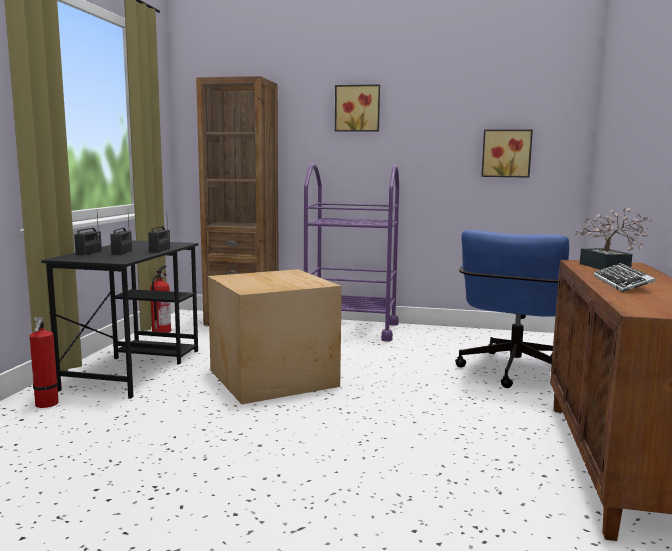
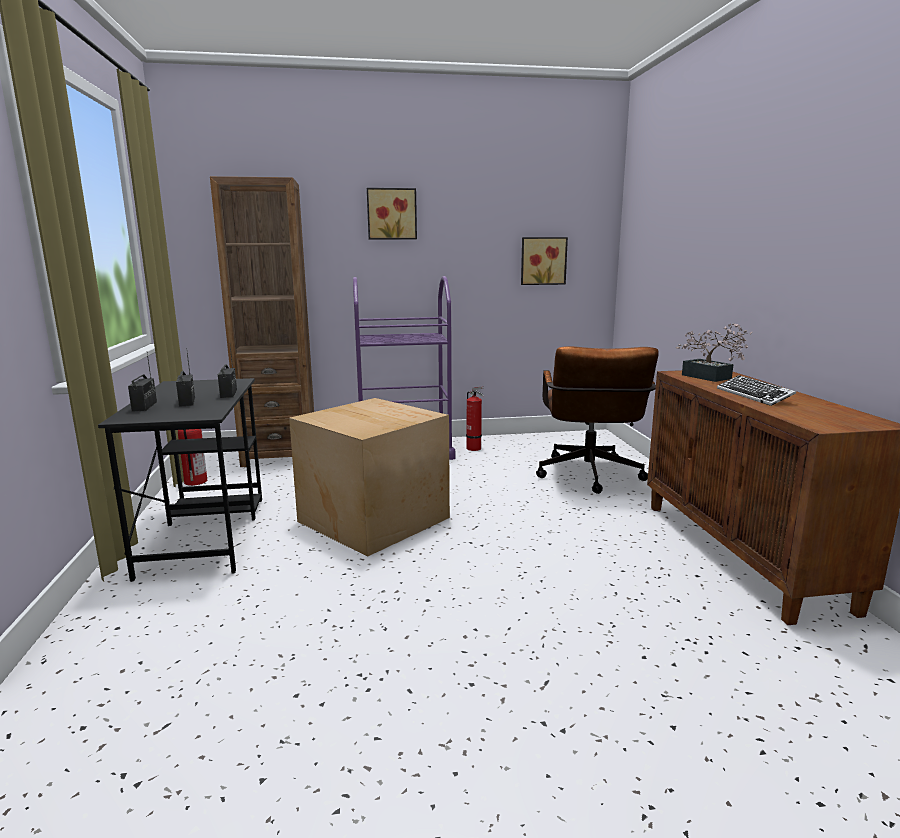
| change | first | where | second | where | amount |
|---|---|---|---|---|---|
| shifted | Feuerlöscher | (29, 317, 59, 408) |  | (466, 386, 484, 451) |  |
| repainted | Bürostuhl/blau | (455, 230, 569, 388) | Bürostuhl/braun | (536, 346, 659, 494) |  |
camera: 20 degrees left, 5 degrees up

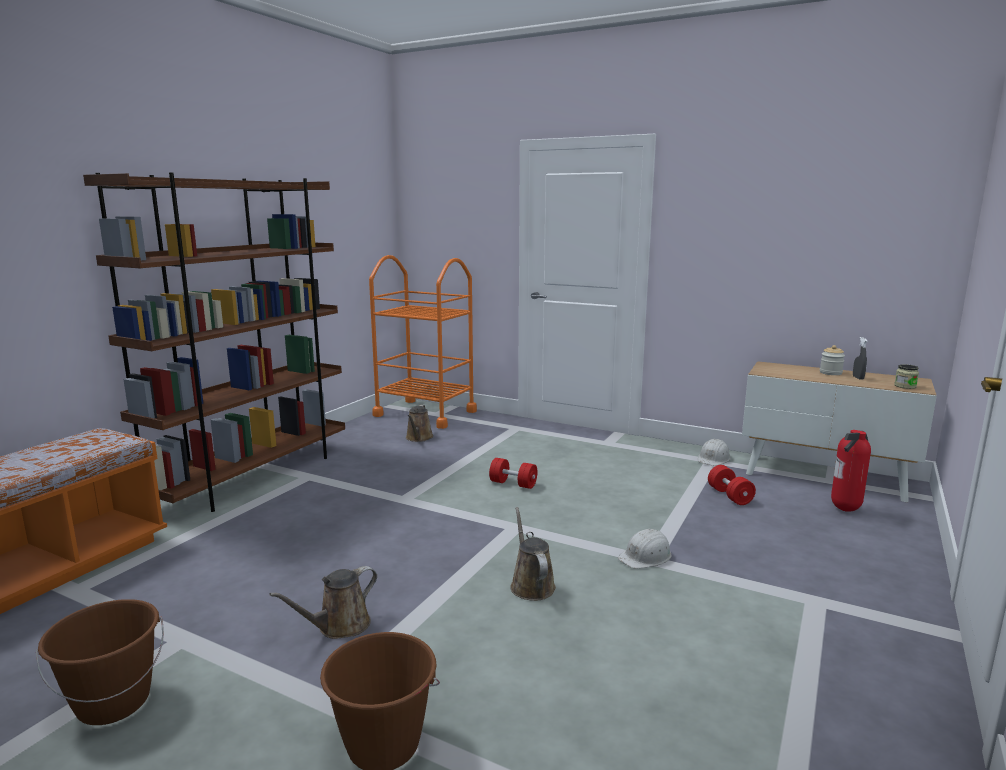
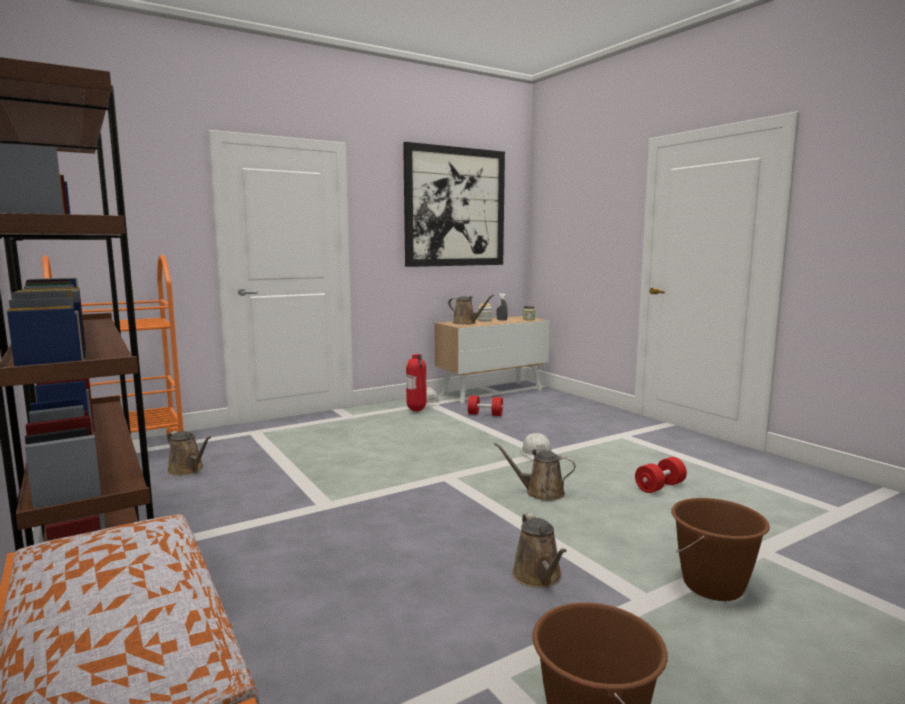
| change | first | where | second | where | amount |
|---|---|---|---|---|---|
| new |  |  | Bild | (403, 142, 505, 267) |  |
| new |  |  | Gießkanne/braun | (448, 295, 494, 325) |  |
| shifted | Hantel/rot | (489, 458, 537, 489) |  | (635, 457, 687, 493) |  |
| shifted | Feuerlöscher | (831, 430, 871, 512) |  | (406, 354, 427, 411) |  |
camera: 60 degrees left, 5 degrees down

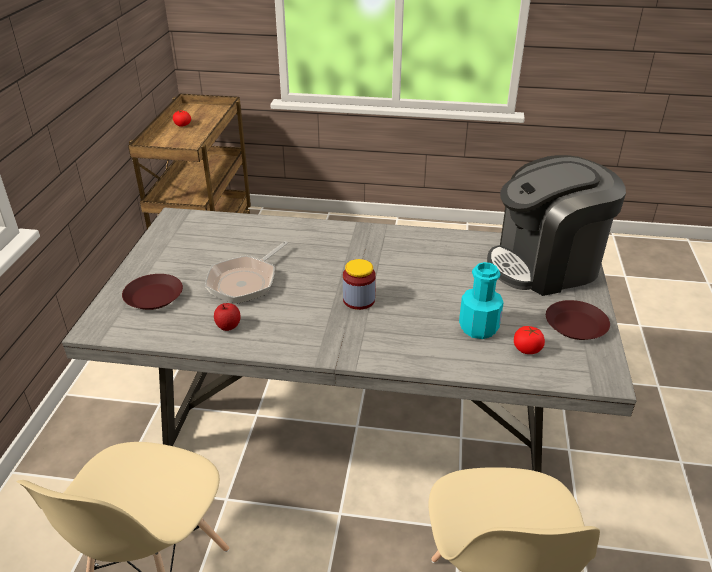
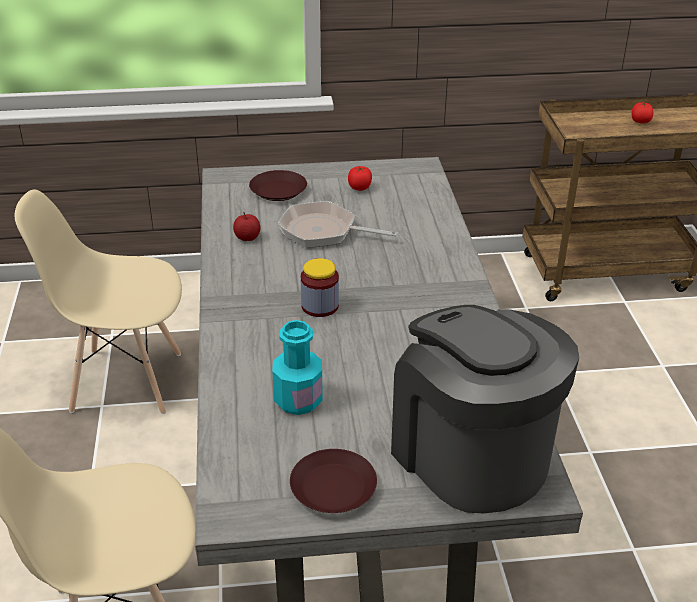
| change | first | where | second | where | amount |
|---|---|---|---|---|---|
| shifted | Tomate | (514, 326, 545, 354) |  | (348, 166, 372, 191) |  |
camera: 75 degrees right, 0 degrees up

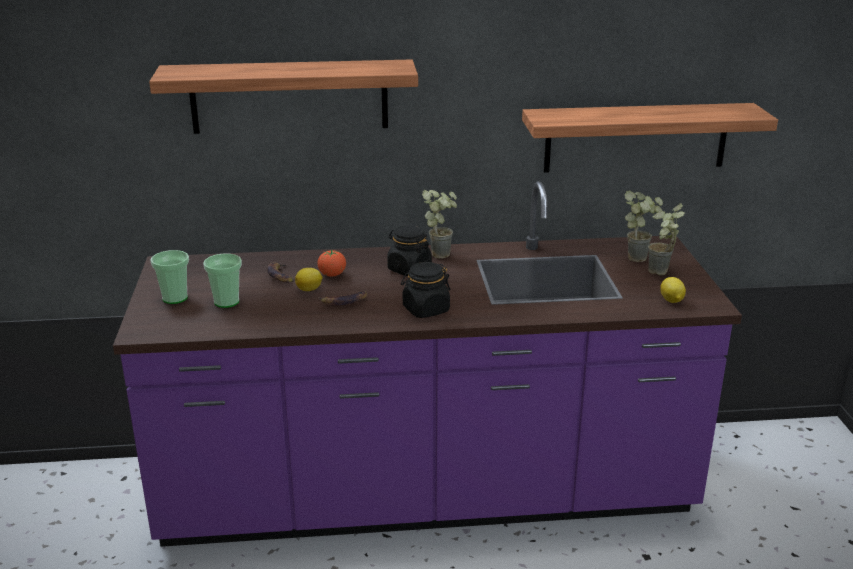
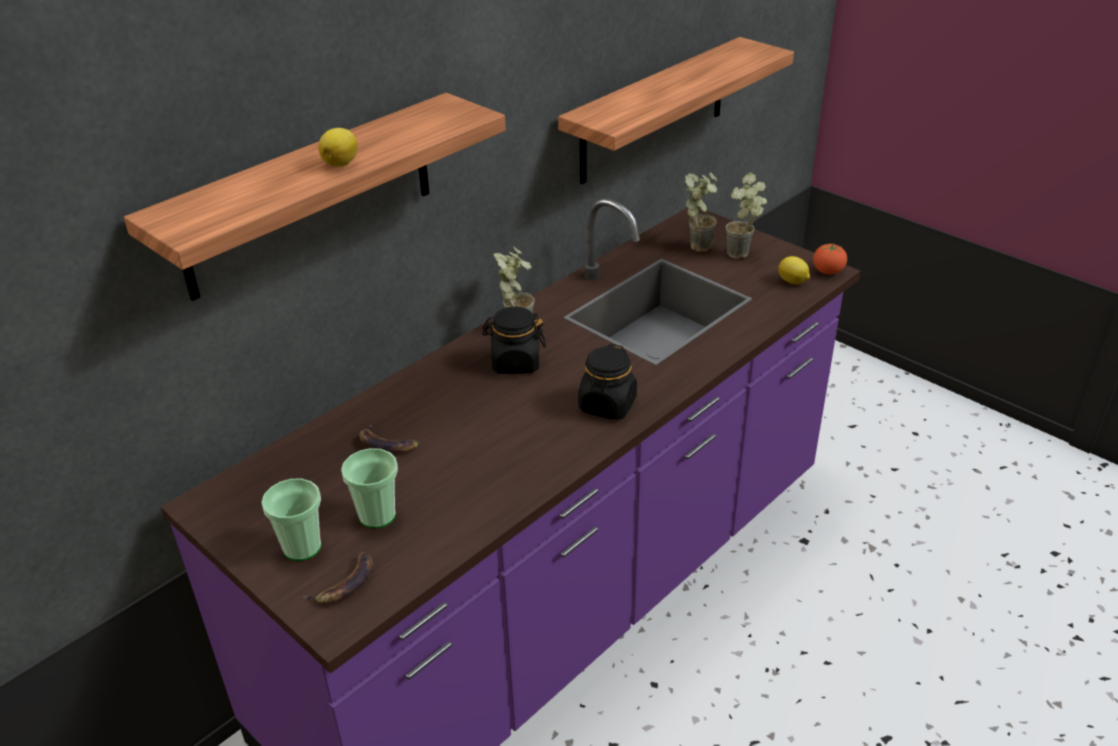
| change | first | where | second | where | amount |
|---|---|---|---|---|---|
| shifted | Zitrone | (295, 268, 323, 291) |  | (318, 128, 358, 167) |  |
| shifted | Tomate | (317, 250, 346, 277) |  | (813, 244, 847, 275) |  |
| shifted | Banane | (318, 291, 367, 305) |  | (302, 551, 372, 604) |  |
camera: 40 degrees left, 10 degrees up

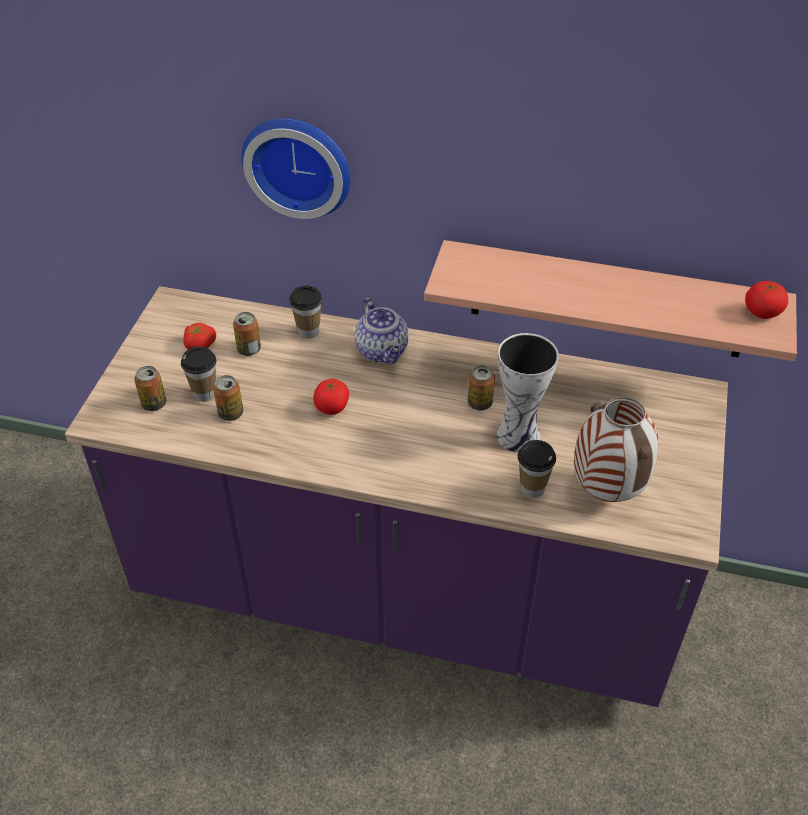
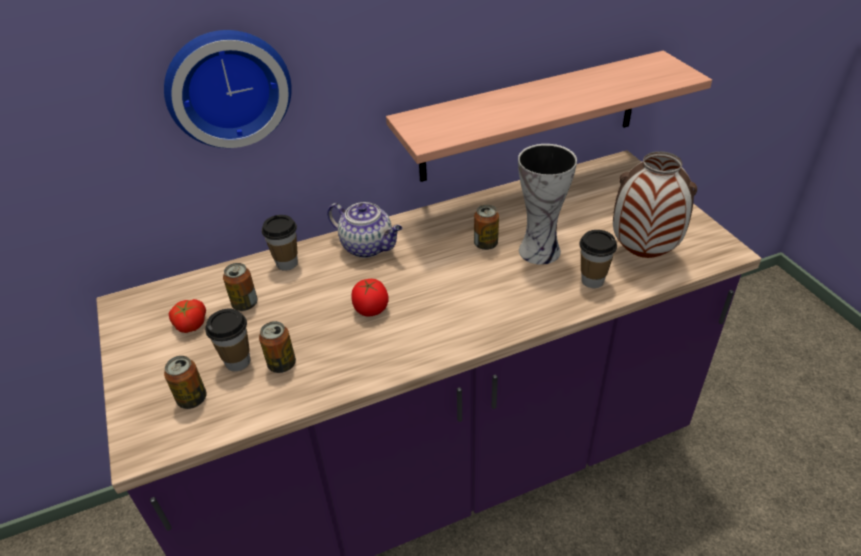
| change | first | where | second | where | amount |
|---|---|---|---|---|---|
| gone | Tomate | (745, 281, 788, 319) |  |  |  |
camera: 35 degrees left, 5 degrees down

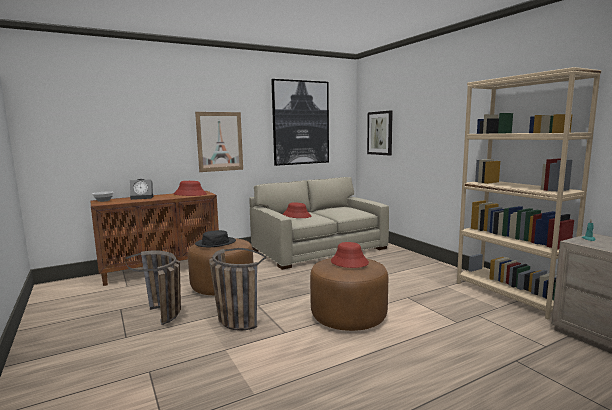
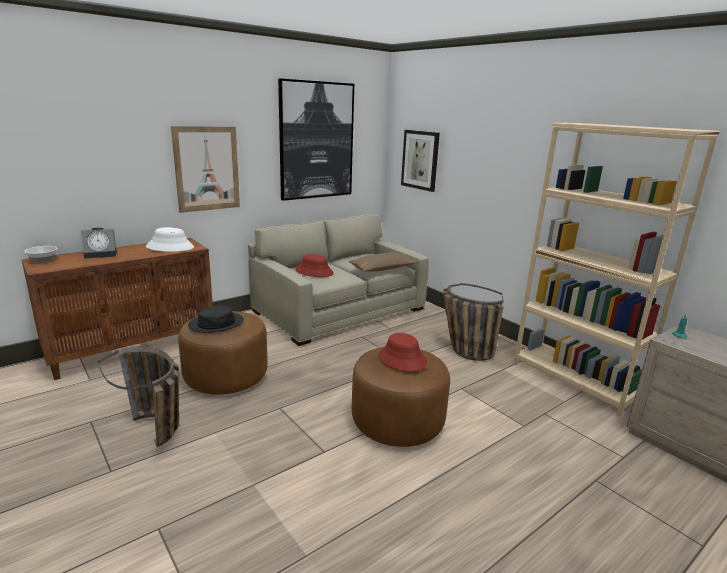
| change | first | where | second | where | amount |
|---|---|---|---|---|---|
| new |  |  | Kissen/braun | (348, 252, 419, 272) |  |
| shifted | Korb | (209, 248, 266, 331) |  | (443, 283, 504, 361) |  |
| repainted | Hut/rot | (174, 181, 207, 196) | Hut/weiß | (146, 227, 194, 252) |  |
camera: 10 degrees left, 10 degrees up

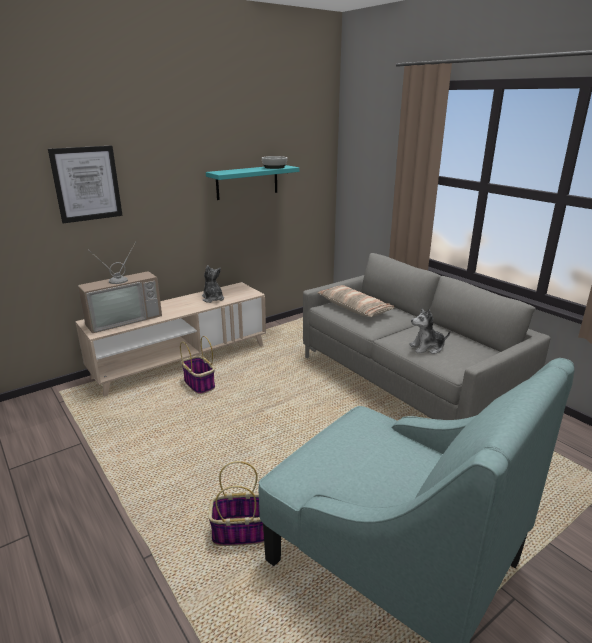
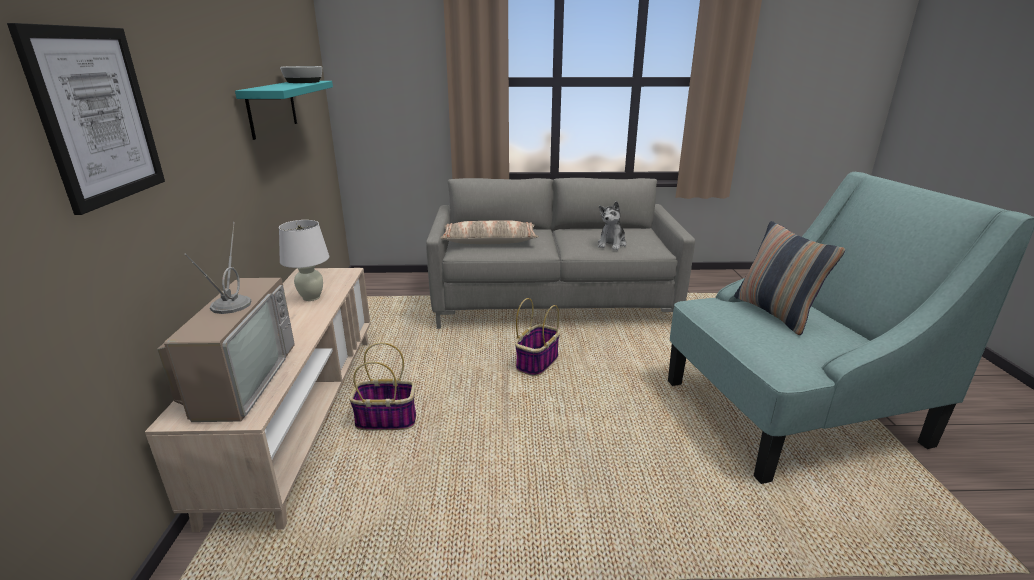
| change | first | where | second | where | amount |
|---|---|---|---|---|---|
| new |  |  | Kissen | (734, 221, 845, 335) |  |
| shifted | Korb | (208, 461, 264, 546) |  | (515, 298, 560, 376) |  |
| swapped | Plüschtier | (202, 265, 224, 303) | Tischlampe/weiß | (279, 220, 329, 301) |  |
camera: 55 degrees left, 0 degrees up

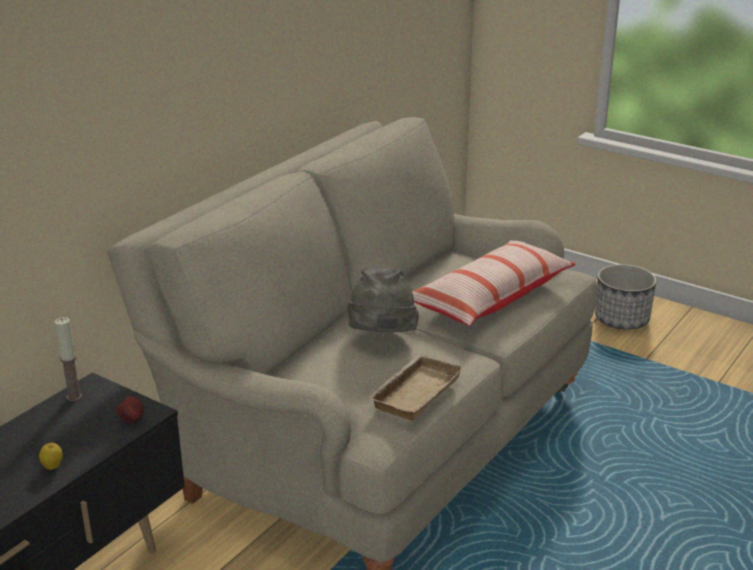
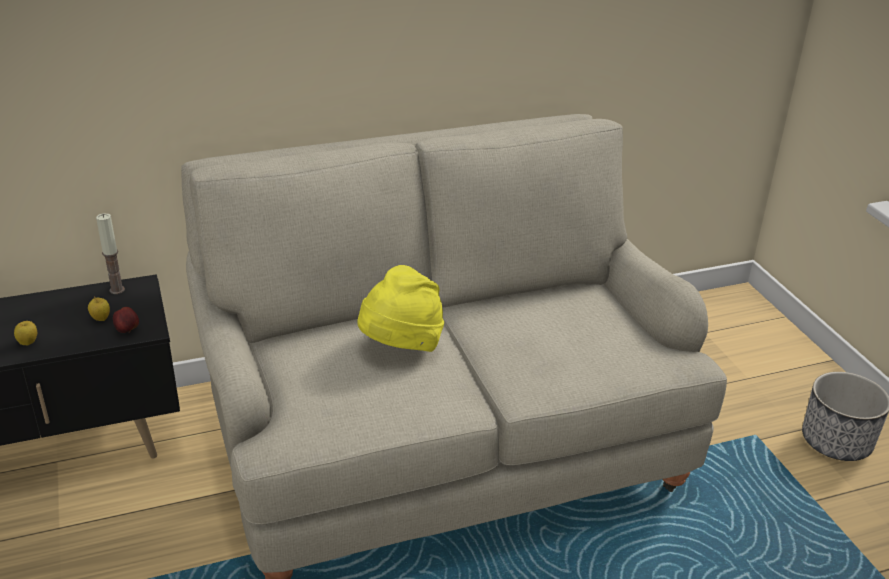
| change | first | where | second | where | amount |
|---|---|---|---|---|---|
| gone | Tablett/beige | (368, 354, 463, 421) |  |  |  |
| gone | Kissen | (412, 240, 576, 326) |  |  |  |
| new |  |  | Apfel | (88, 297, 110, 321) |  |
| repainted | Hut/grau | (348, 266, 419, 332) | Hut/gelb | (357, 265, 444, 352) |  |
camera: 35 degrees right, 5 degrees up

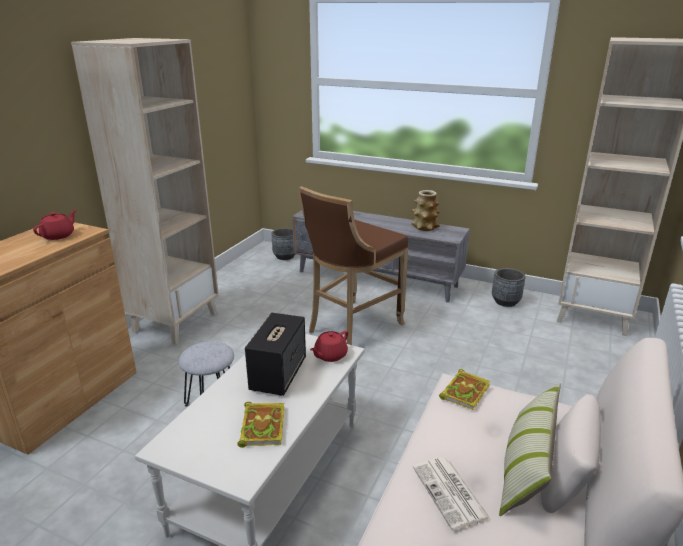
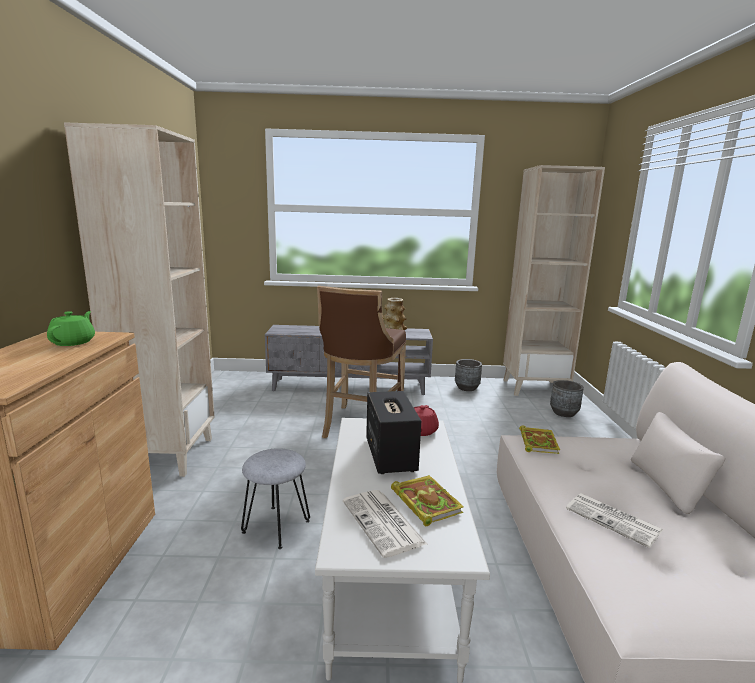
| change | first | where | second | where | amount |
|---|---|---|---|---|---|
| gone | Kissen | (499, 383, 561, 516) |  |  |  |
| new |  |  | Zeitung | (343, 490, 427, 558) |  |
| shifted | Pflanzkübel/grau | (272, 228, 295, 260) |  | (550, 380, 584, 417) |  |
| repainted | Teekanne/rot | (33, 210, 76, 240) | Teekanne/grün | (47, 311, 95, 346) |  |
camera: 25 degrees left, 10 degrees down

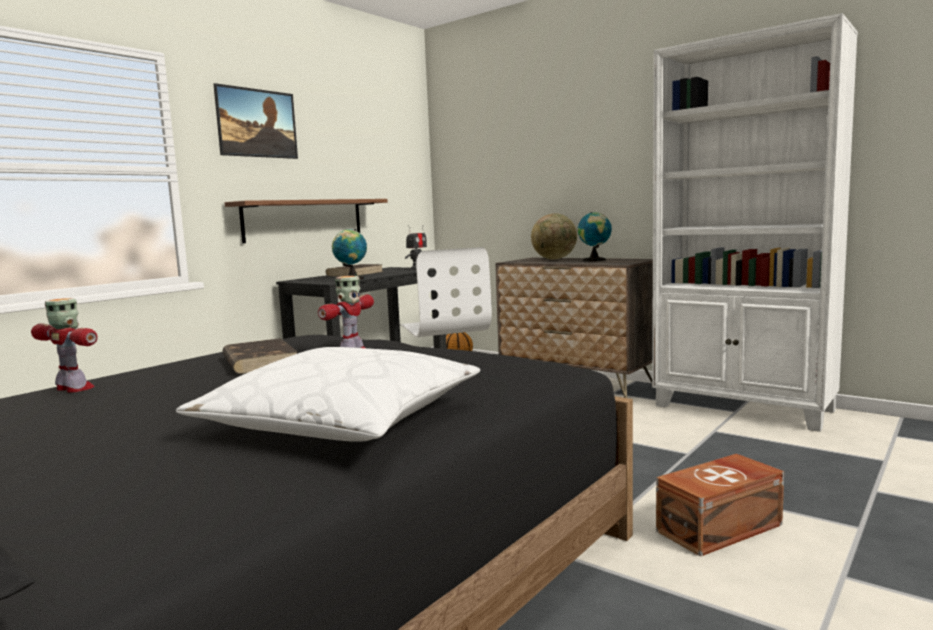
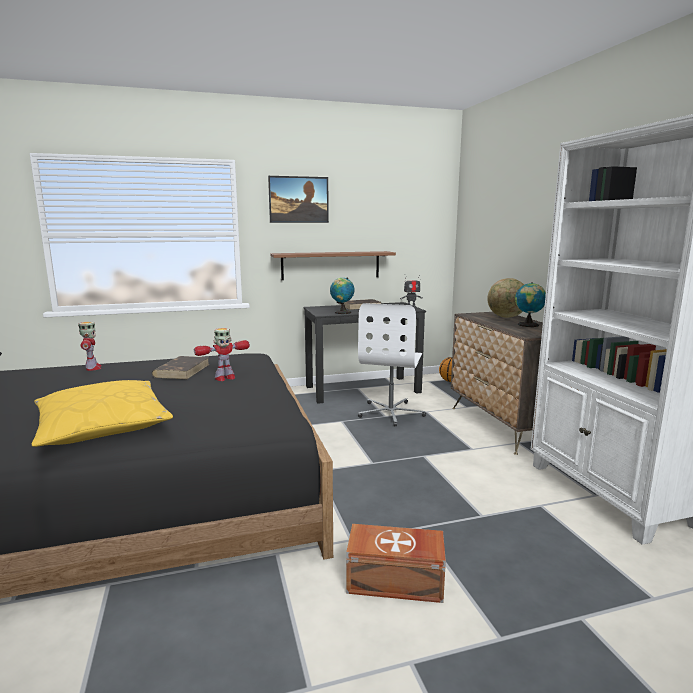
| change | first | where | second | where | amount |
|---|---|---|---|---|---|
| repainted | Kissen/weiß | (176, 347, 480, 442) | Kissen/gelb | (32, 380, 173, 447) |  |
camera: 35 degrees right, 5 degrees up

